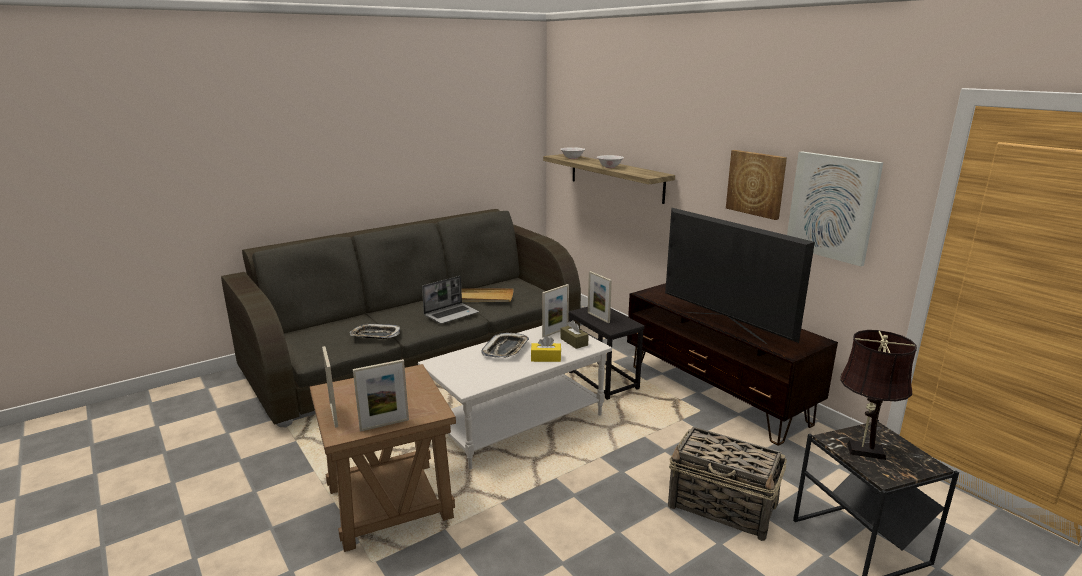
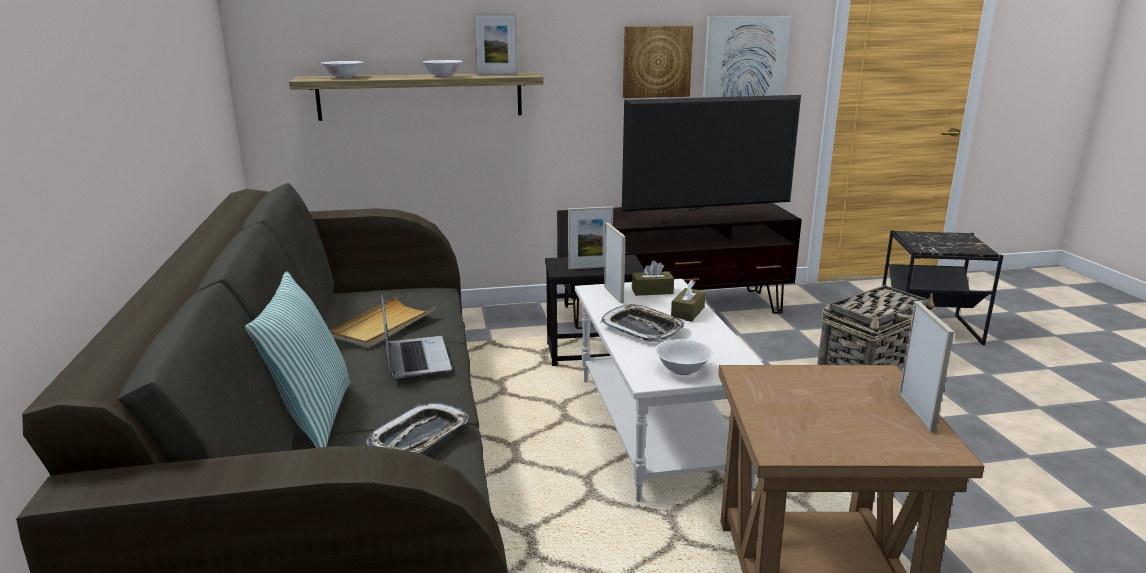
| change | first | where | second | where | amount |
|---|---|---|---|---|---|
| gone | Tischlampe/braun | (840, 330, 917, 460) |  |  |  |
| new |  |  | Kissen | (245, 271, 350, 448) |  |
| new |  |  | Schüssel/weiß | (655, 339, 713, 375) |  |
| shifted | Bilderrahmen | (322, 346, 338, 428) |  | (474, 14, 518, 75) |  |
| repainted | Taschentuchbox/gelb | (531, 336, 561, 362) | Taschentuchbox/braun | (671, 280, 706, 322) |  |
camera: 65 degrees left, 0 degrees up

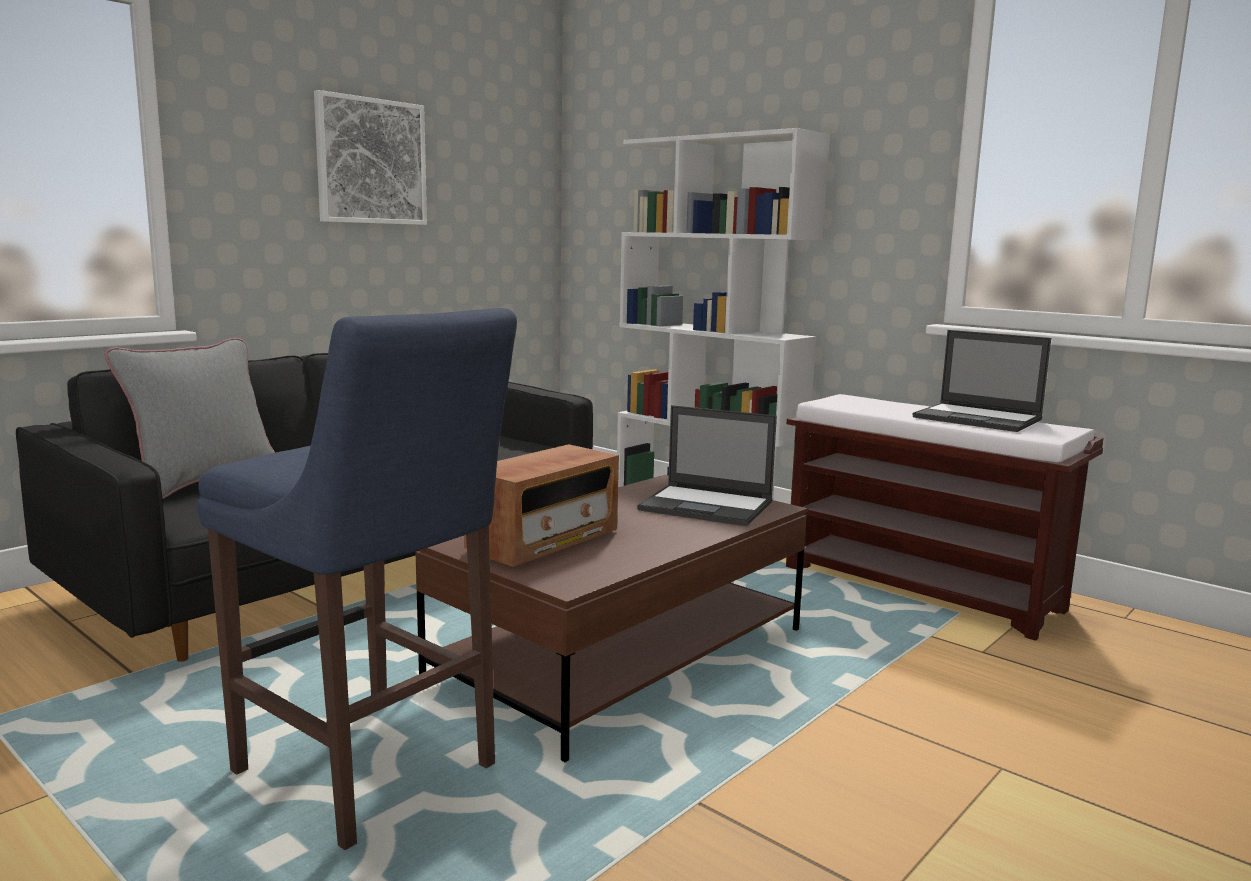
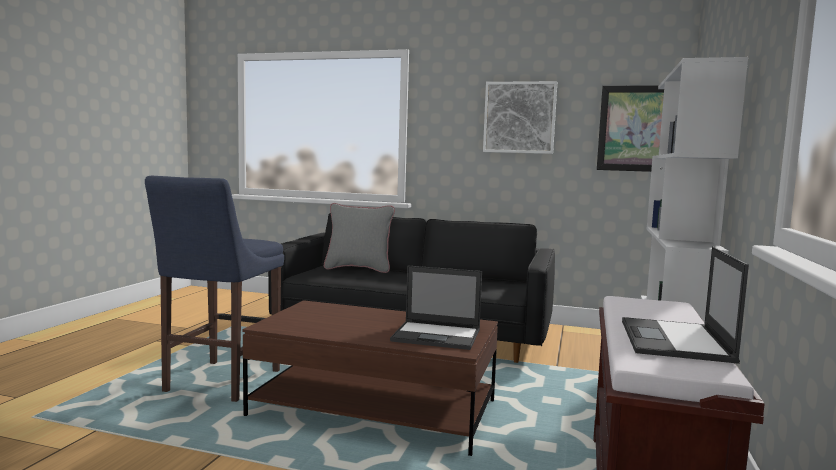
| change | first | where | second | where | amount |
|---|---|---|---|---|---|
| gone | Radio | (464, 444, 619, 567) |  |  |  |
| new |  |  | Bild | (597, 85, 664, 172) |  |
| rotated | Laptop | (637, 405, 777, 526) |  | (390, 265, 482, 350) | 75 degrees counterclockwise |
camera: 65 degrees right, 5 degrees down

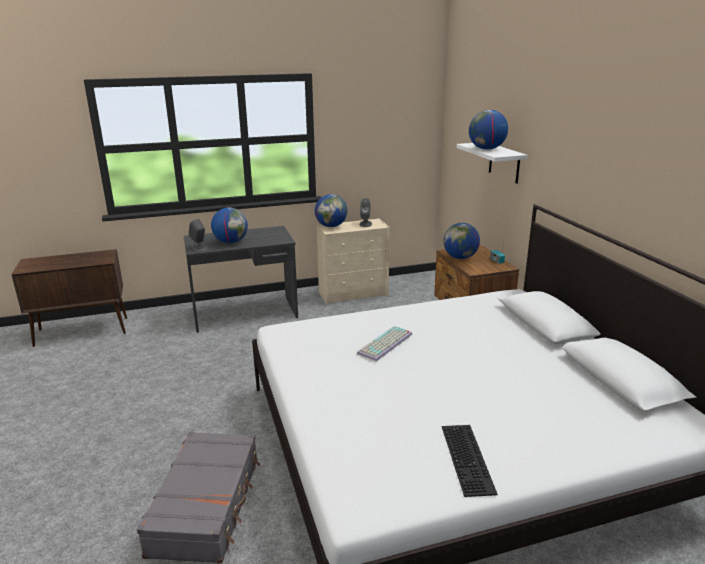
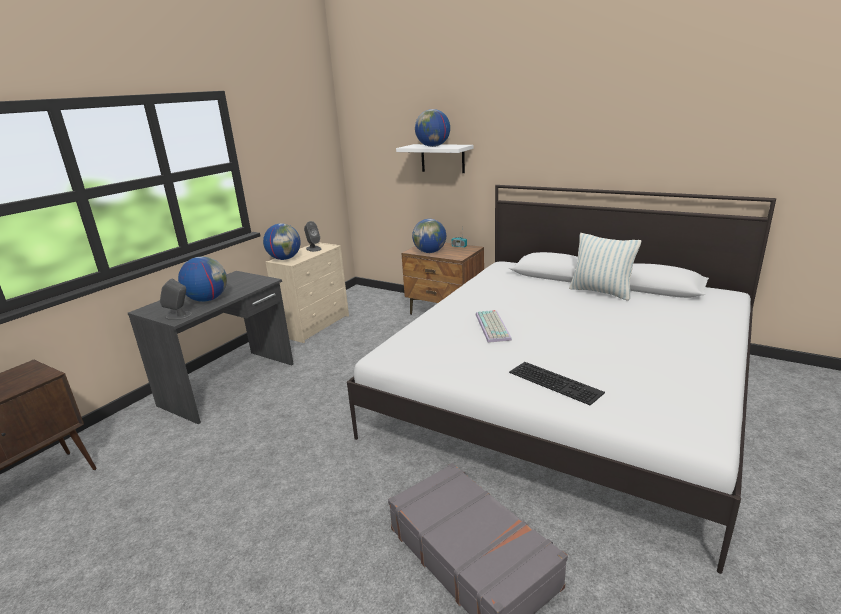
| change | first | where | second | where | amount |
|---|---|---|---|---|---|
| new |  |  | Kissen | (569, 233, 641, 301) |  |
| shifted | Tastatur | (442, 425, 498, 497) |  | (509, 362, 605, 406) |  |
camera: 40 degrees left, 0 degrees up

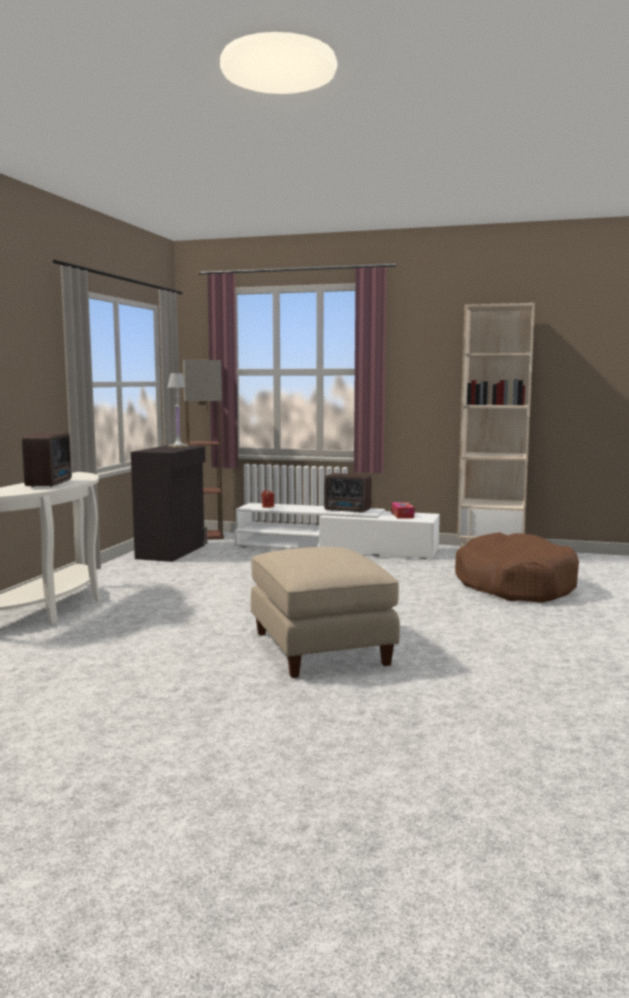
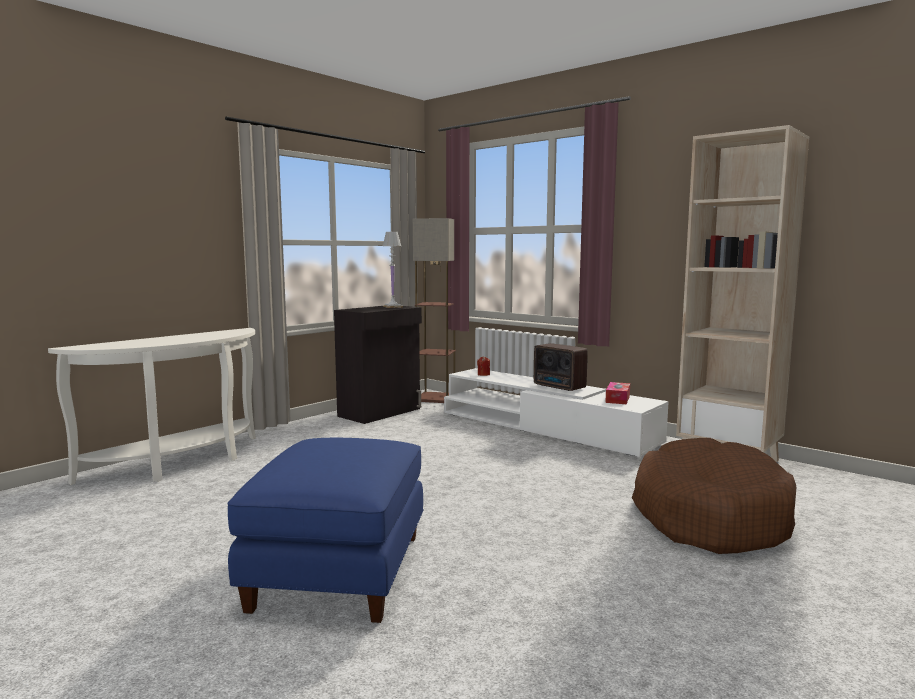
| change | first | where | second | where | amount |
|---|---|---|---|---|---|
| gone | Radio | (22, 433, 72, 487) |  |  |  |
| repainted | Polsterhocker/beige | (251, 547, 400, 678) | Polsterhocker/blau | (227, 438, 424, 623) |  |
camera: 25 degrees right, 0 degrees up

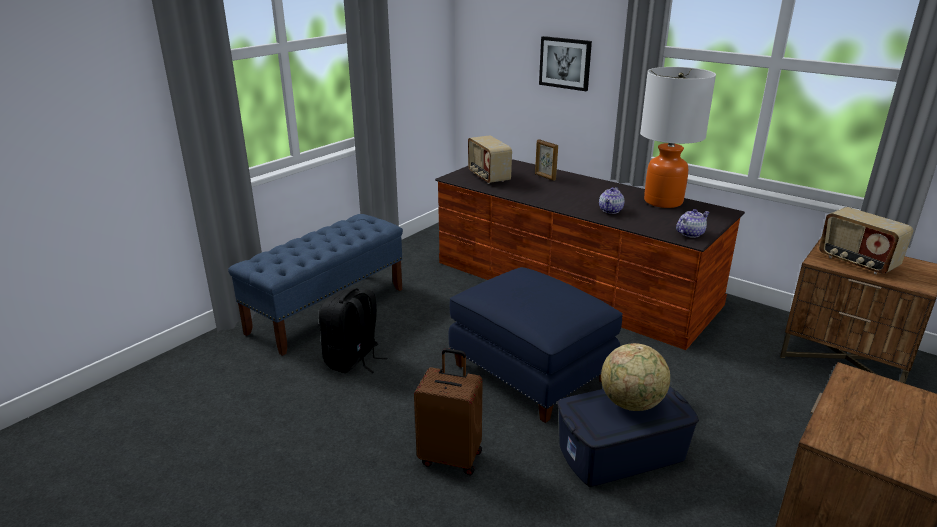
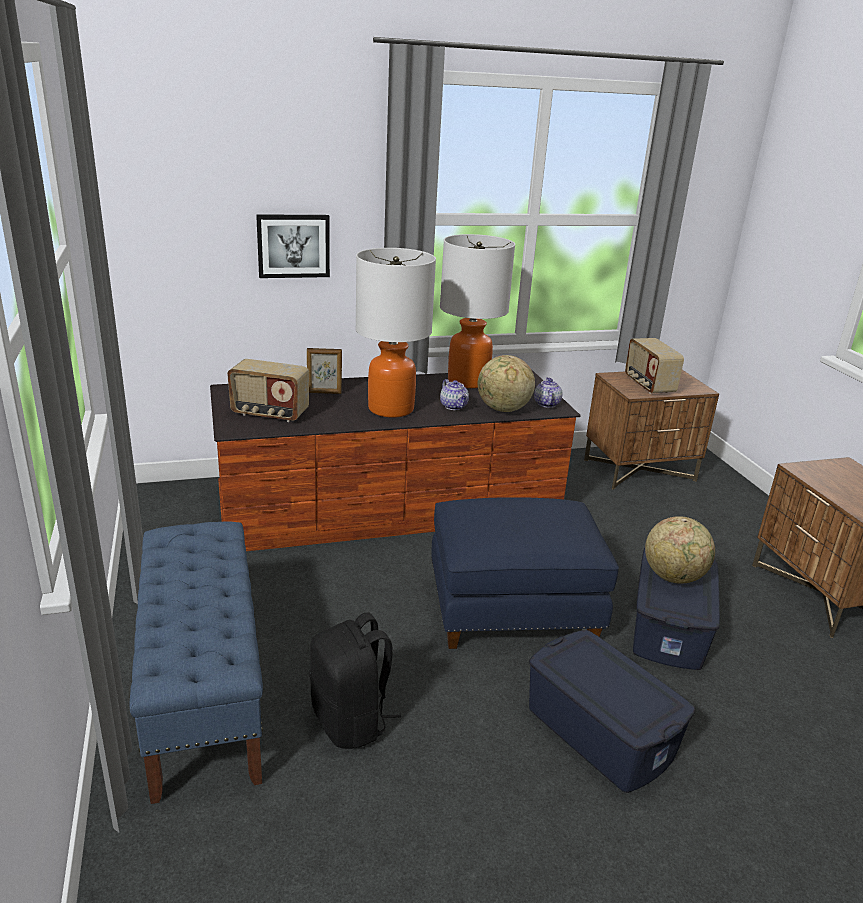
| change | first | where | second | where | amount |
|---|---|---|---|---|---|
| new |  |  | Tischlampe | (355, 248, 436, 418) |  |
| new |  |  | Globus | (478, 355, 535, 412) |  |
| swapped | Koffer/braun | (414, 348, 483, 475) | Aufbewahrungsbox/blau | (529, 630, 695, 793) |  |
| rotated | Radio | (819, 207, 914, 274) |  | (625, 338, 684, 394) | 75 degrees clockwise |
camera: 55 degrees left, 0 degrees up

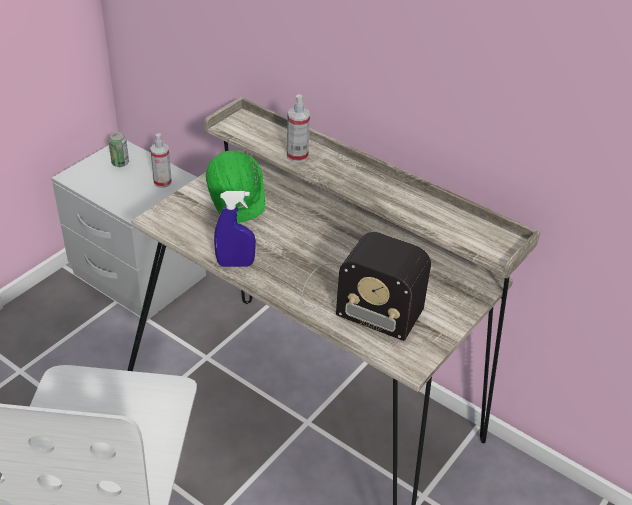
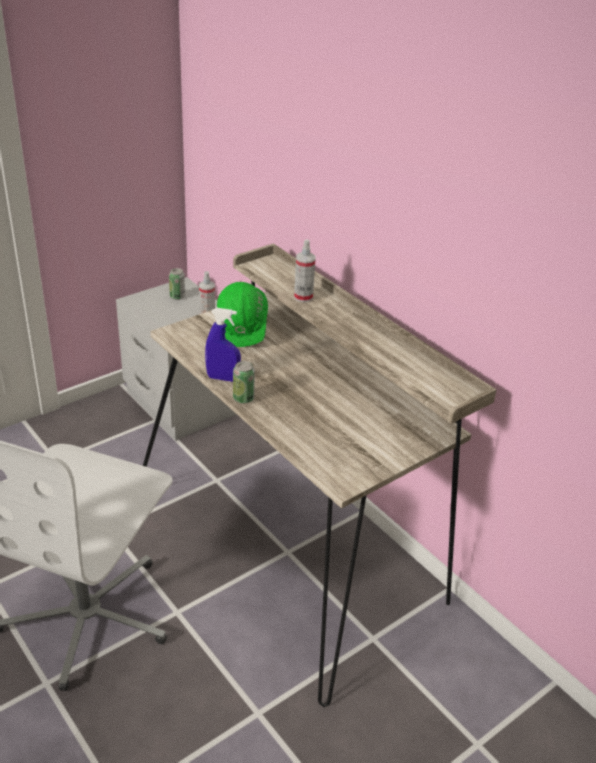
| change | first | where | second | where | amount |
|---|---|---|---|---|---|
| gone | Radio | (301, 232, 431, 341) |  |  |  |
| new |  |  | Dose | (233, 361, 255, 404) |  |
camera: 15 degrees right, 5 degrees down

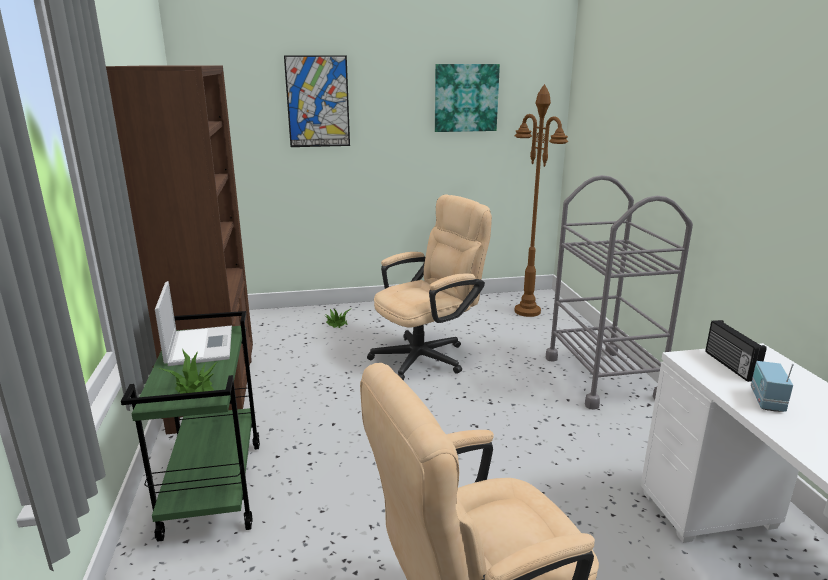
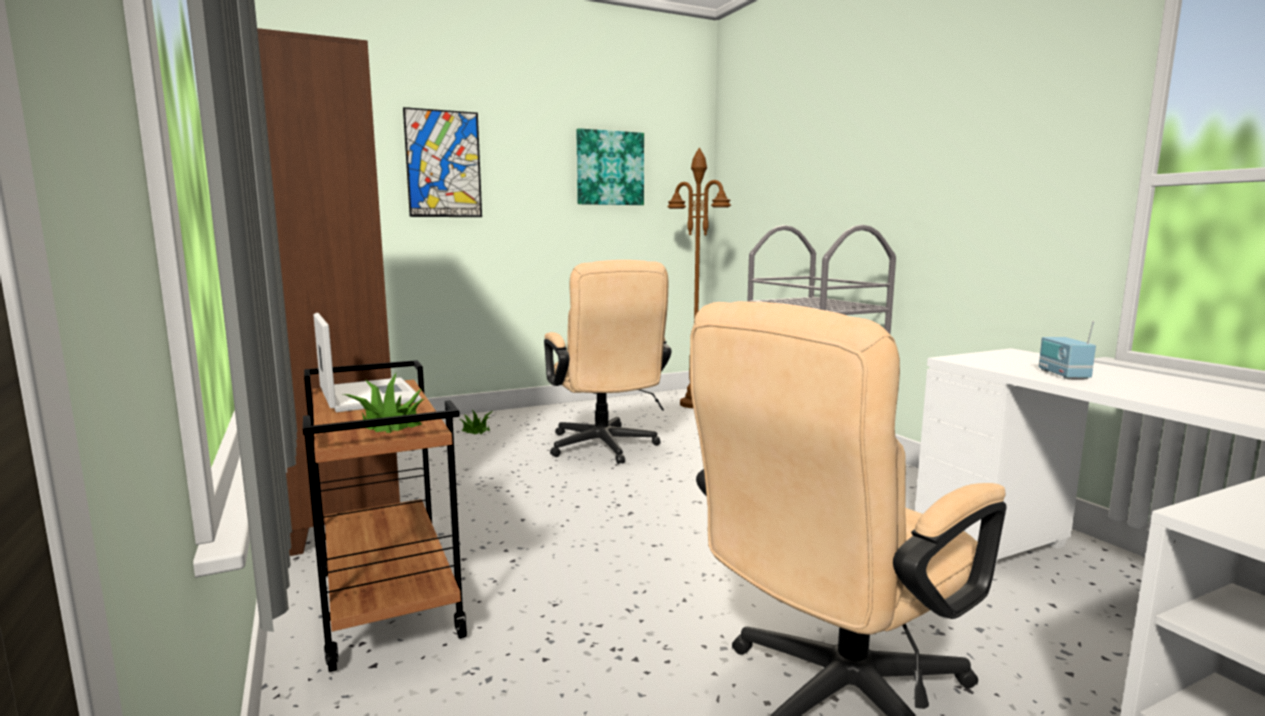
| change | first | where | second | where | amount |
|---|---|---|---|---|---|
| gone | Radio | (705, 320, 767, 382) |  |  |  |
| repainted | Rollwagen/grün | (121, 311, 260, 542) | Rollwagen/braun | (303, 360, 467, 672) |  |
| rotated | Bürostuhl/beige | (367, 194, 492, 381) |  | (544, 260, 671, 464) | 120 degrees clockwise |
camera: 15 degrees left, 10 degrees down

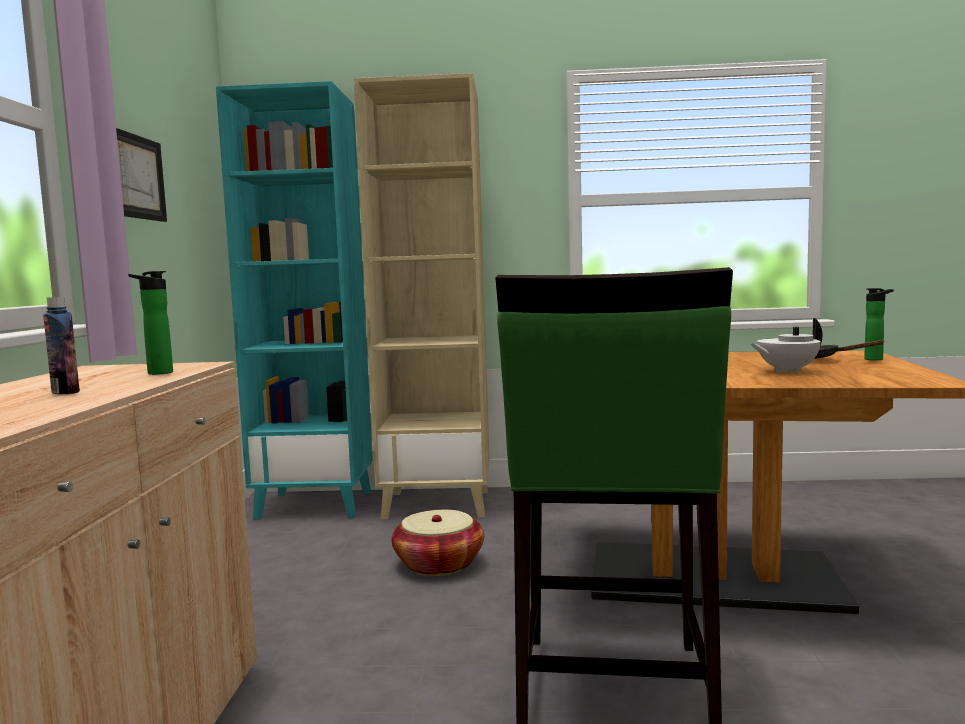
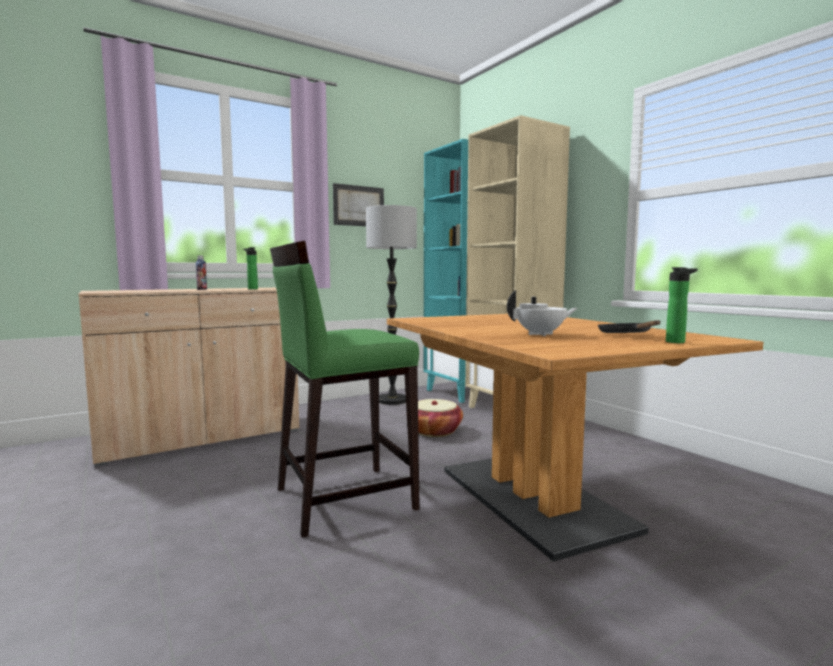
| change | first | where | second | where | amount |
|---|---|---|---|---|---|
| new |  |  | Stehlampe | (366, 205, 417, 405) |  |
| rotated | Teekanne/weiß | (751, 318, 823, 373) |  | (507, 290, 578, 336) | 135 degrees clockwise |
camera: 55 degrees right, 0 degrees up

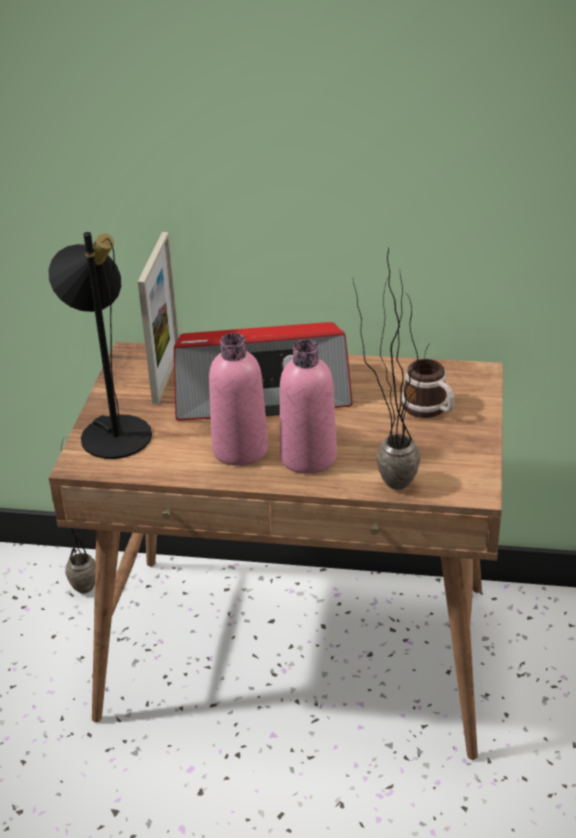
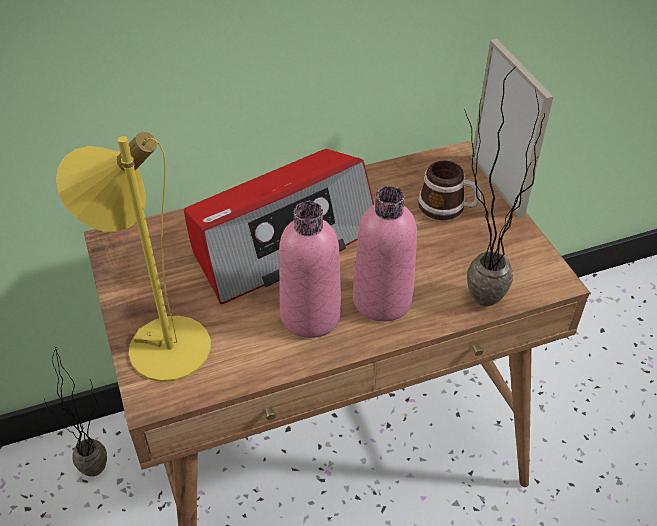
| change | first | where | second | where | amount |
|---|---|---|---|---|---|
| shifted | Bilderrahmen | (138, 232, 179, 404) |  | (471, 39, 554, 218) |  |
| repainted | Tischlampe/schwarz | (48, 232, 152, 459) | Tischlampe/gelb | (56, 132, 211, 382) |  |
camera: 30 degrees left, 10 degrees up

